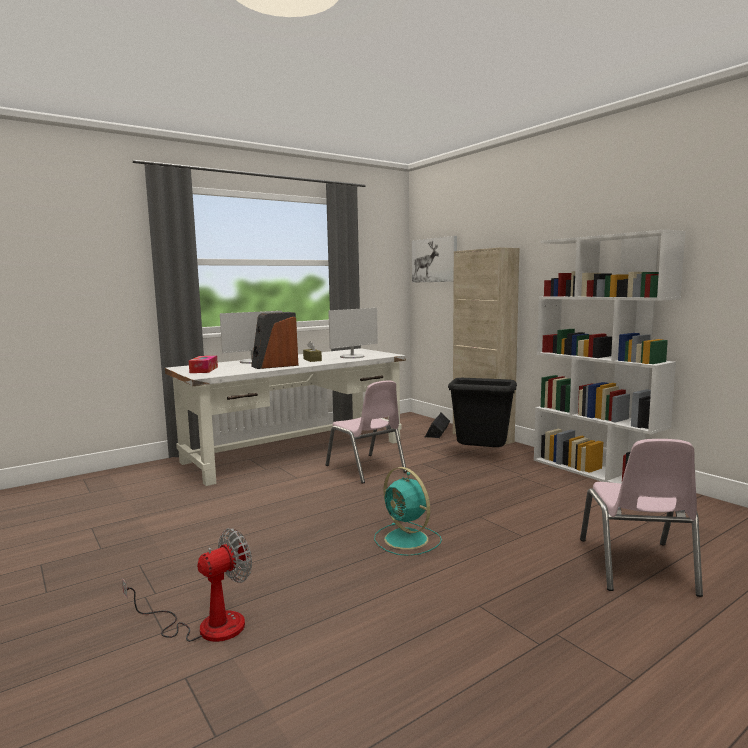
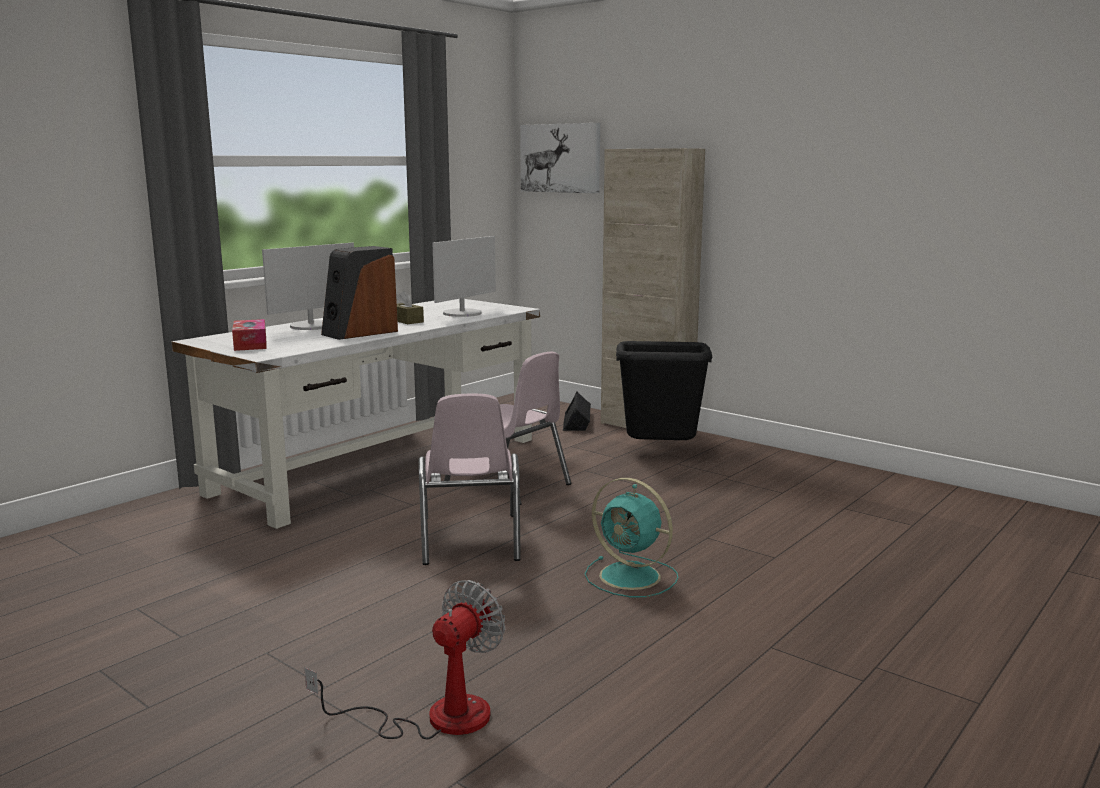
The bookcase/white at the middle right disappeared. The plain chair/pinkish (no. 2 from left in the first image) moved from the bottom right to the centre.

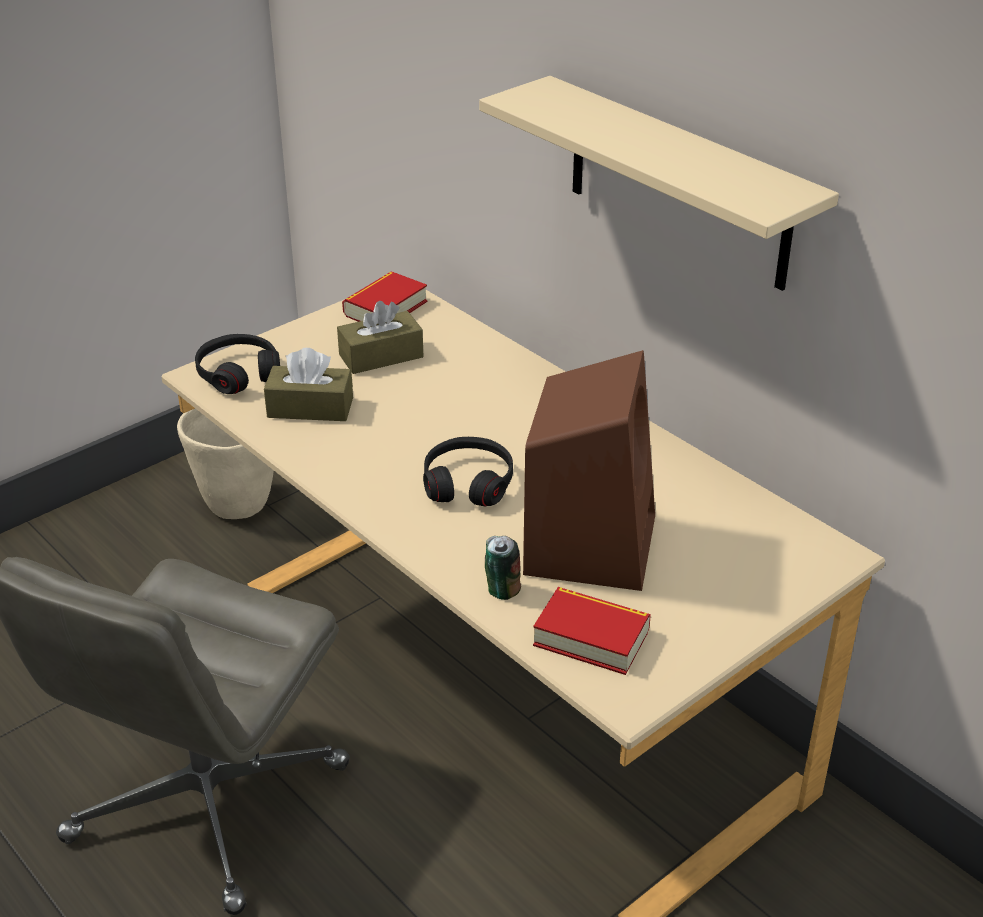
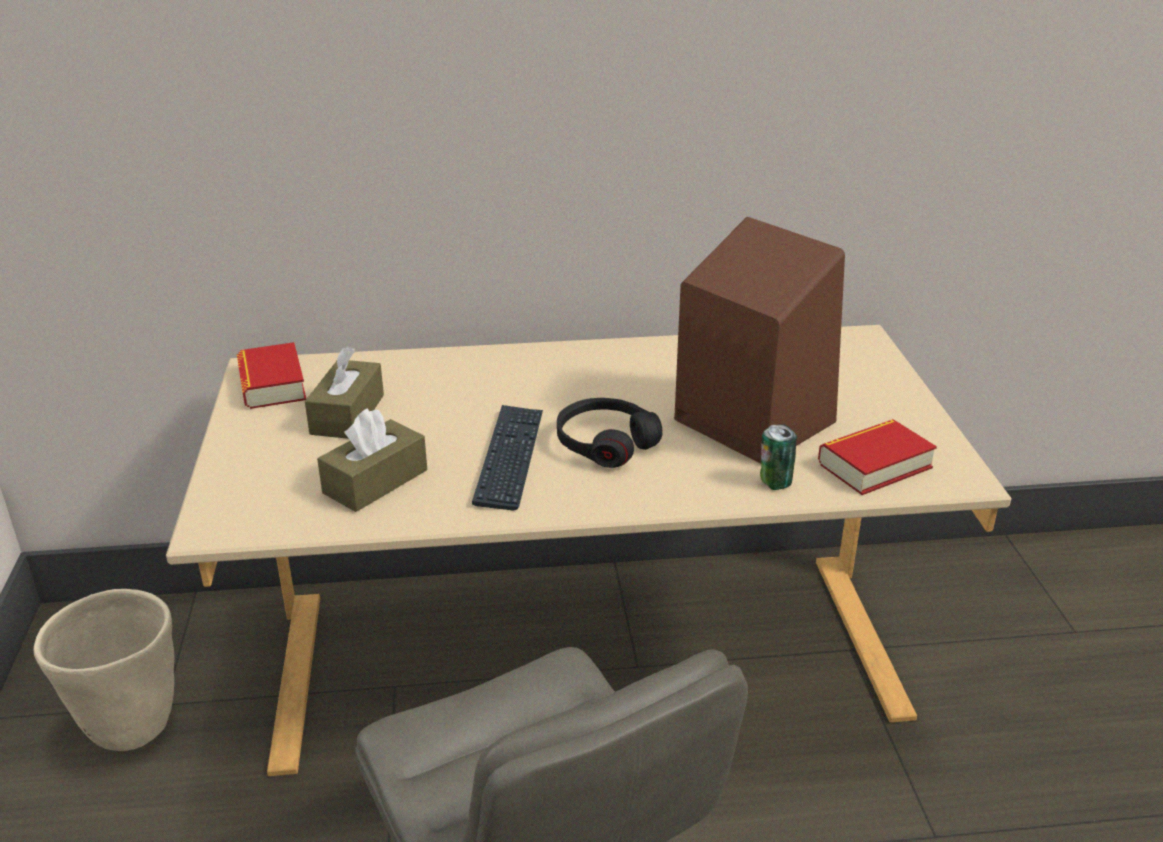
The pair of headphones/black (no. 1 from left) at the middle left disappeared. The wall shelf/beige-coloured at the top right disappeared. The computer keyboard at the centre appeared.

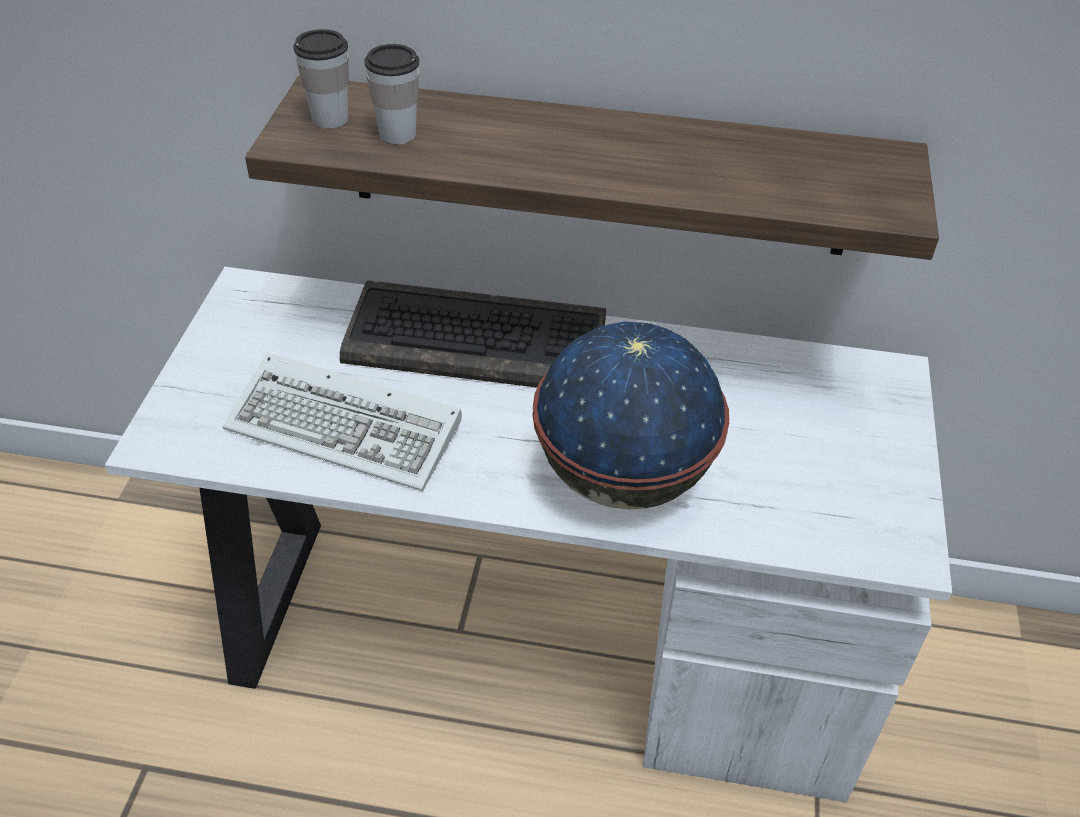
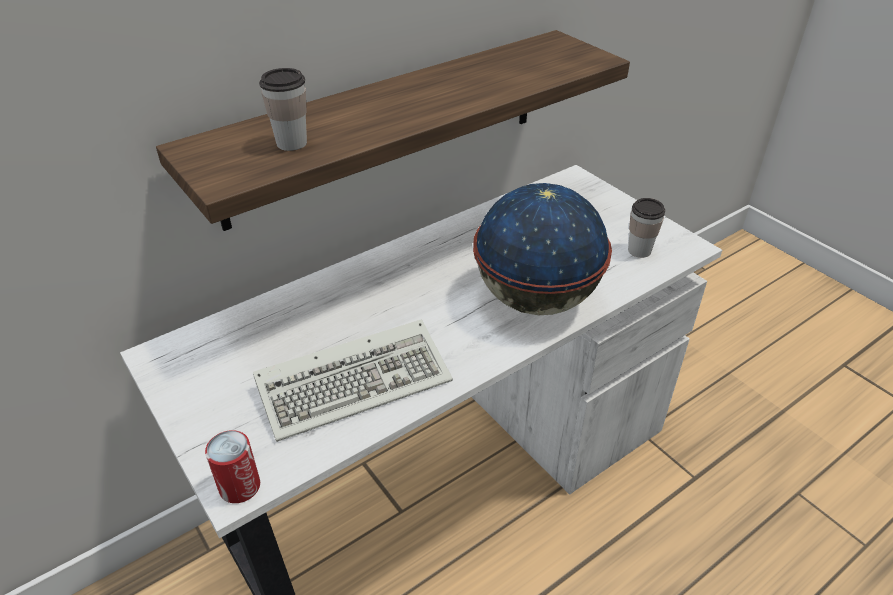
The small cup (no. 1 from left in the first image) moved from the top left to the middle right. The computer keyboard (no. 2 from left) at the centre disappeared. The sealed can at the bottom left appeared.

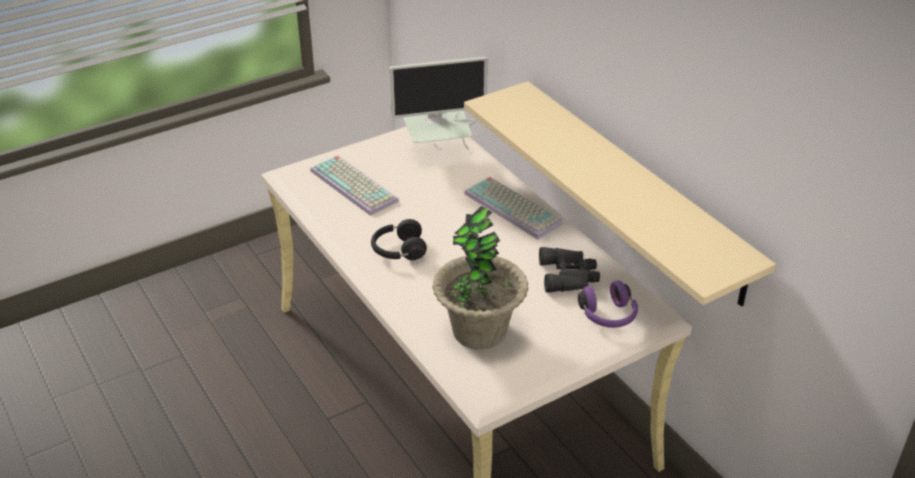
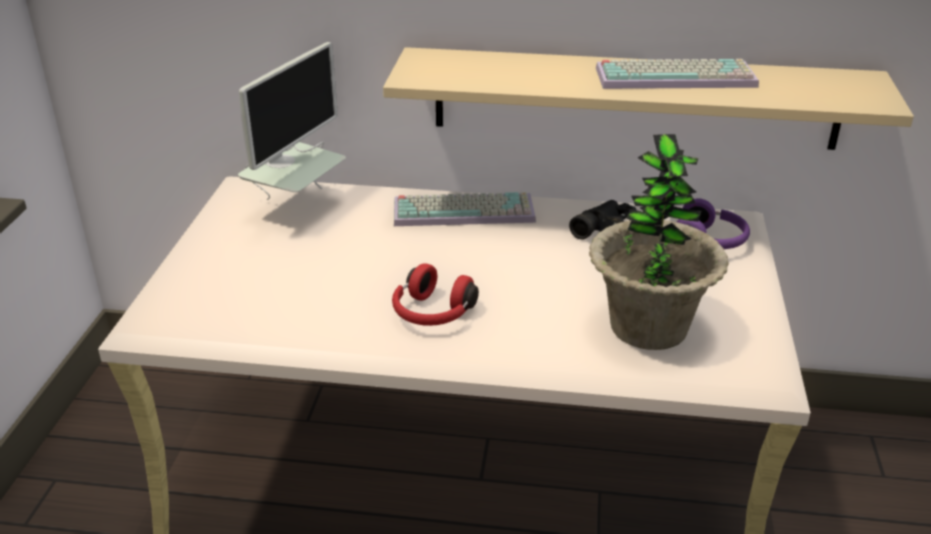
The computer keyboard (no. 1 from left in the first image) moved from the centre to the top right. The pair of headphones/black at the centre became the pair of headphones/red at the centre.

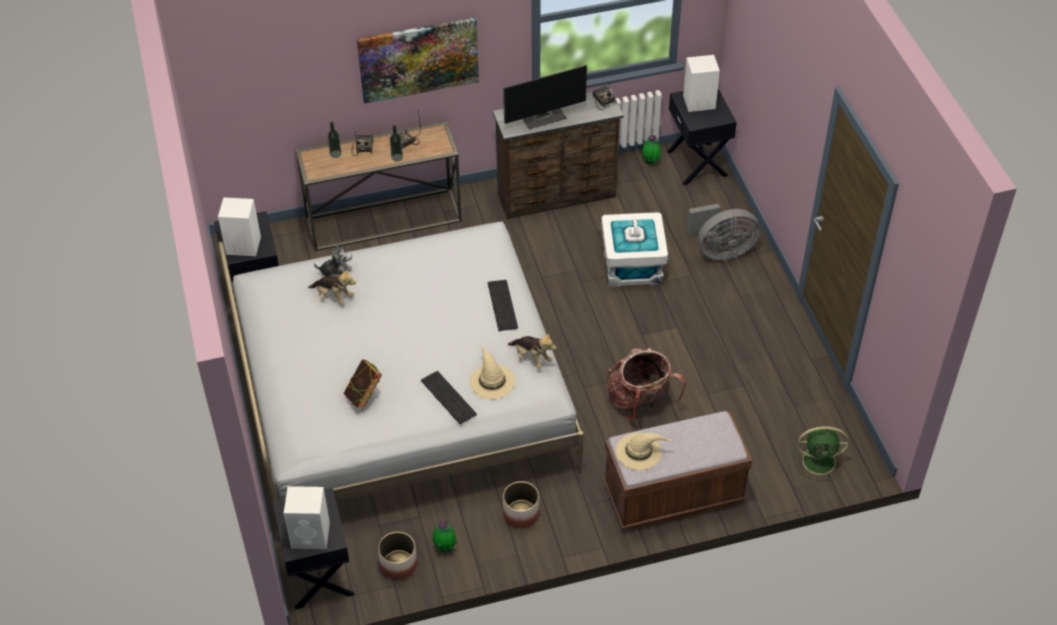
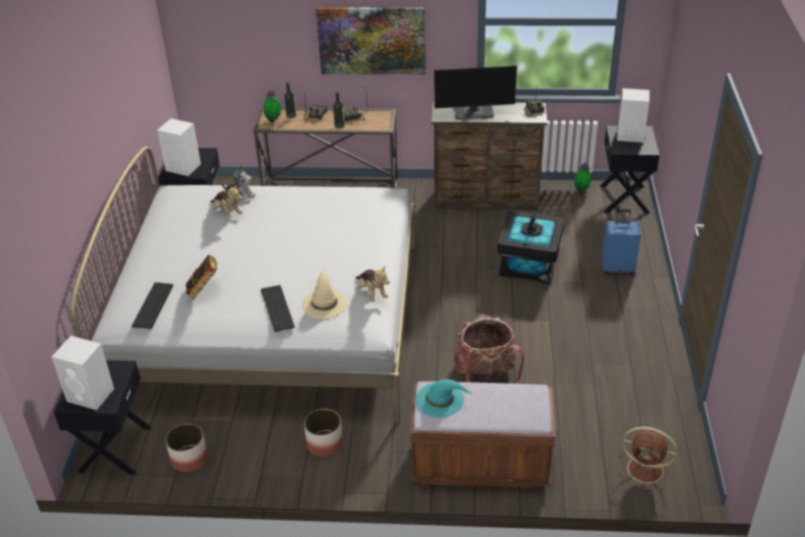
The plant in a pot (no. 1 from left) moved from the bottom centre to the top centre. The computer keyboard (no. 2 from left in the first image) moved from the centre to the middle left. The storage container/white at the centre became the storage container/black at the centre. The wearable hat/beige-coloured (no. 2 from left) at the bottom centre became the wearable hat/turquoise-coloured at the bottom centre. The cooling fan/gray at the middle right was replaced by the piece of luggage/blue-coloured at the middle right. The cooling fan/green at the bottom right became the cooling fan/brownish at the bottom right.

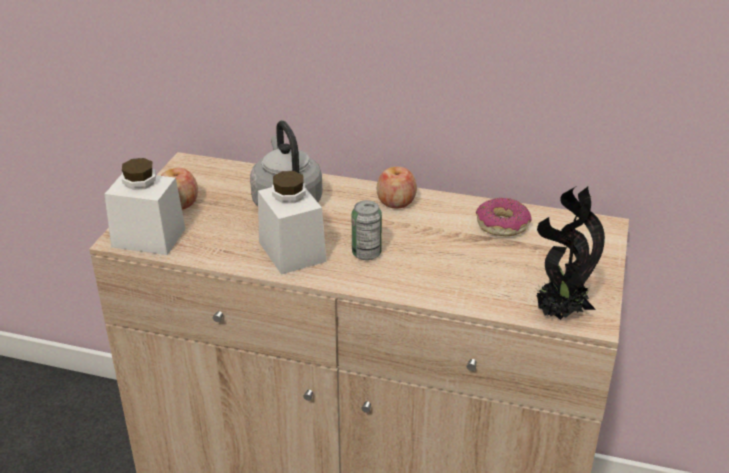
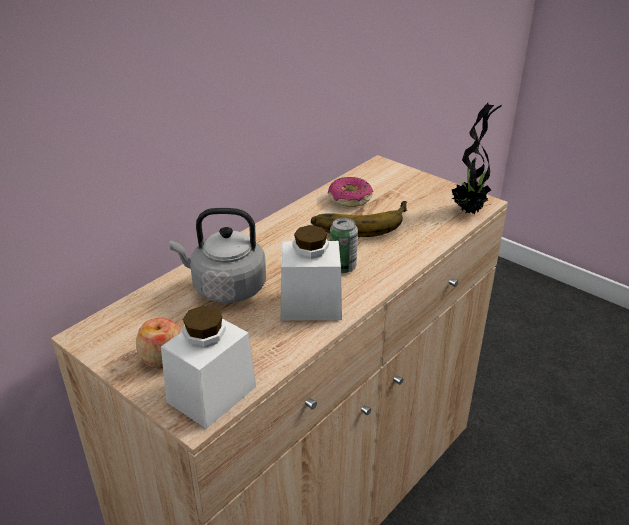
The apple fruit (no. 2 from left) at the centre disappeared. The banana at the centre appeared.

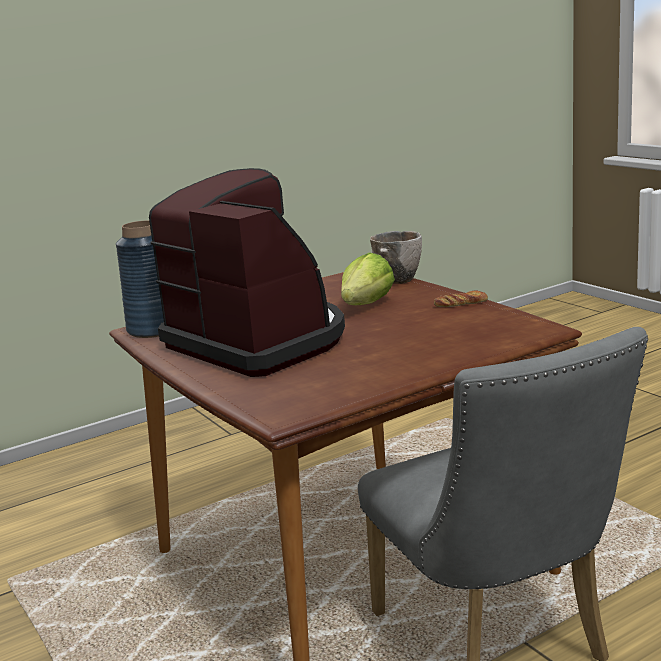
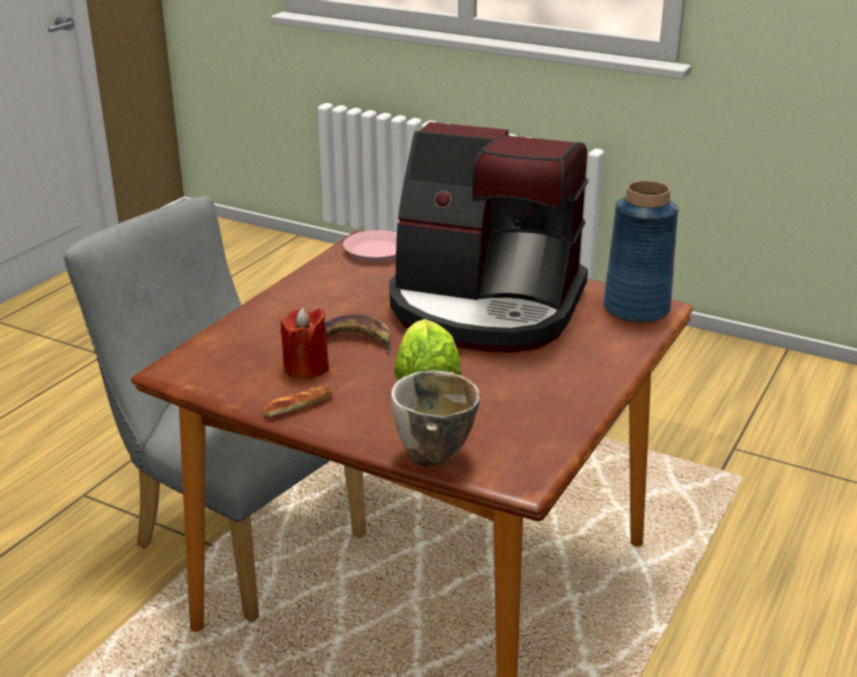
The candle/red at the centre appeared. The banana at the centre appeared. The flat dish/pinkish at the centre appeared.

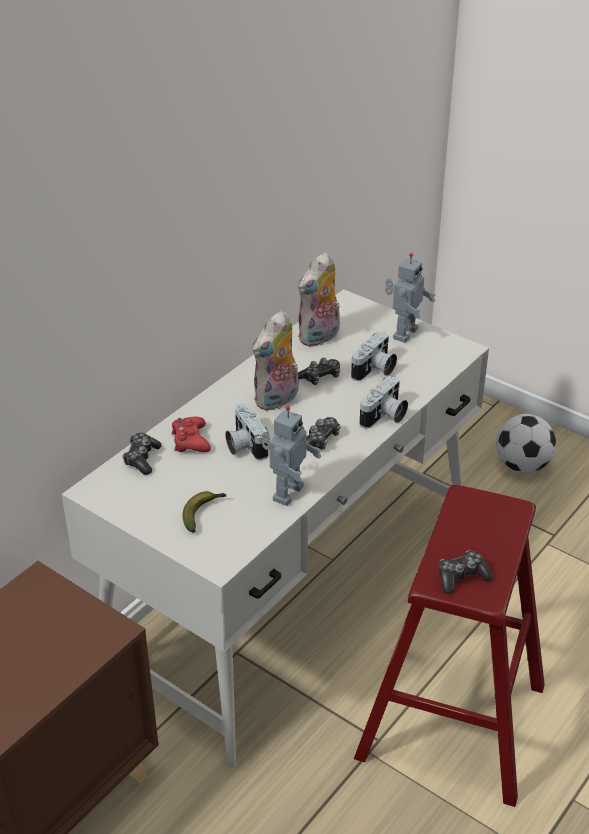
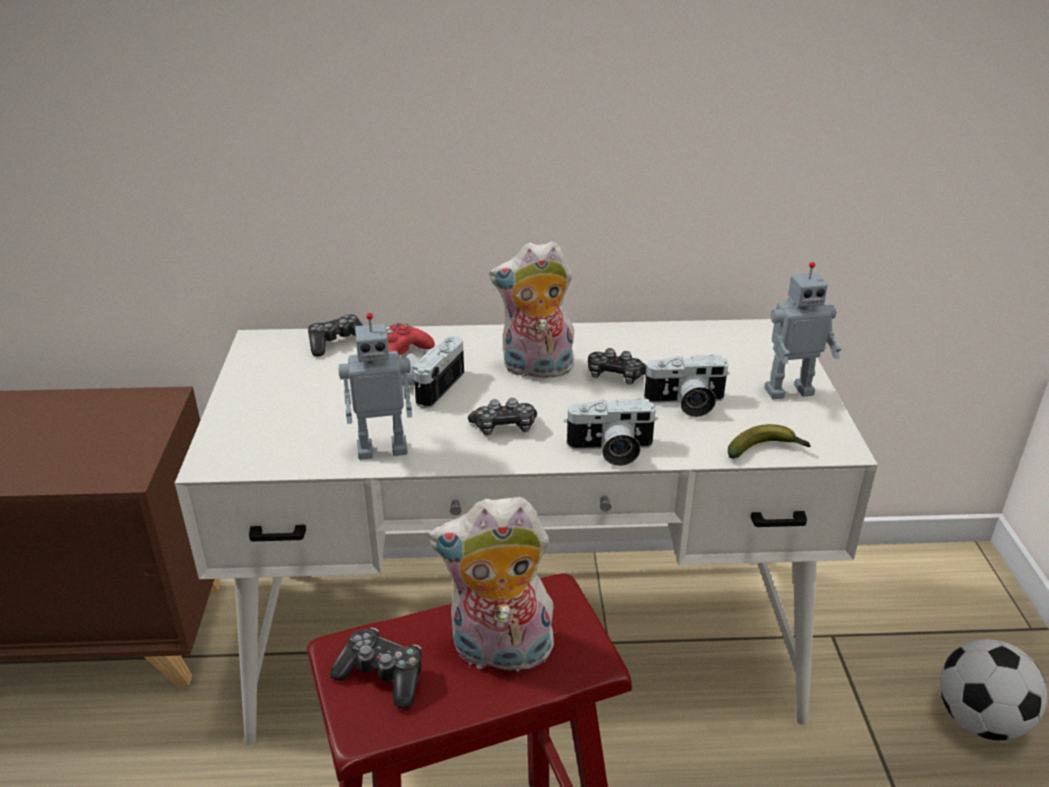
The banana moved from the centre to the middle right. The cuddly toy (no. 2 from left in the first image) moved from the centre to the bottom centre.

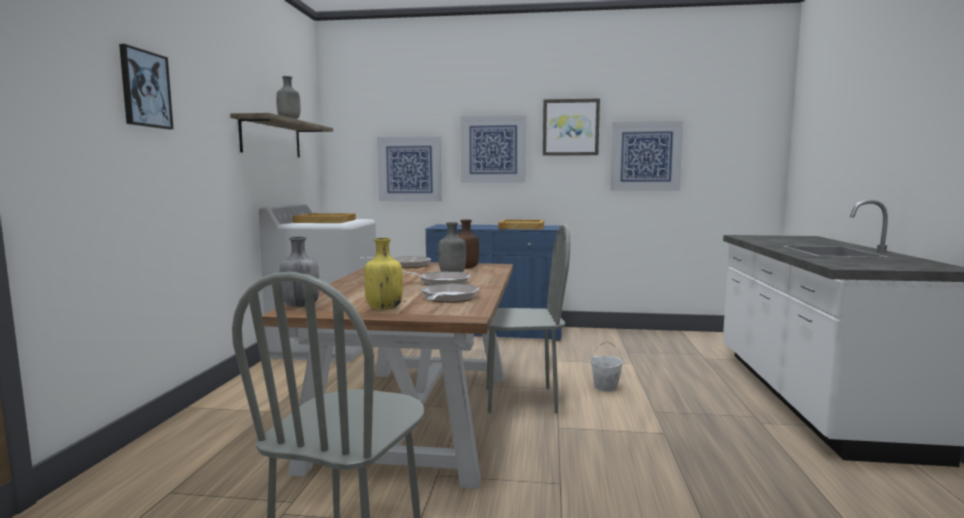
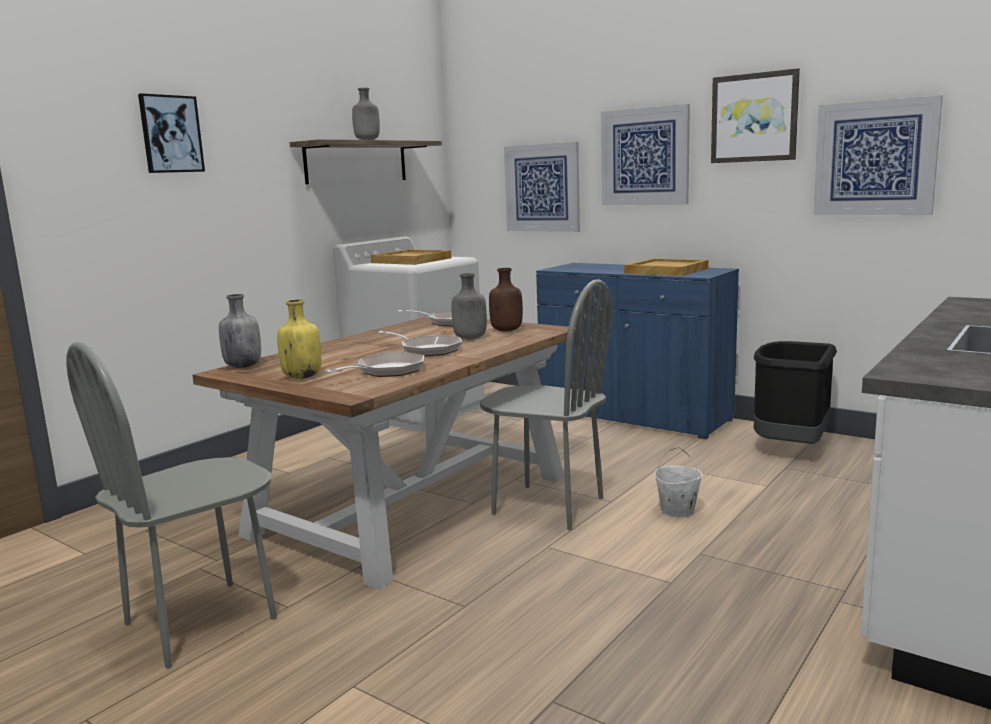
The rubbish bin/black at the middle right appeared.

